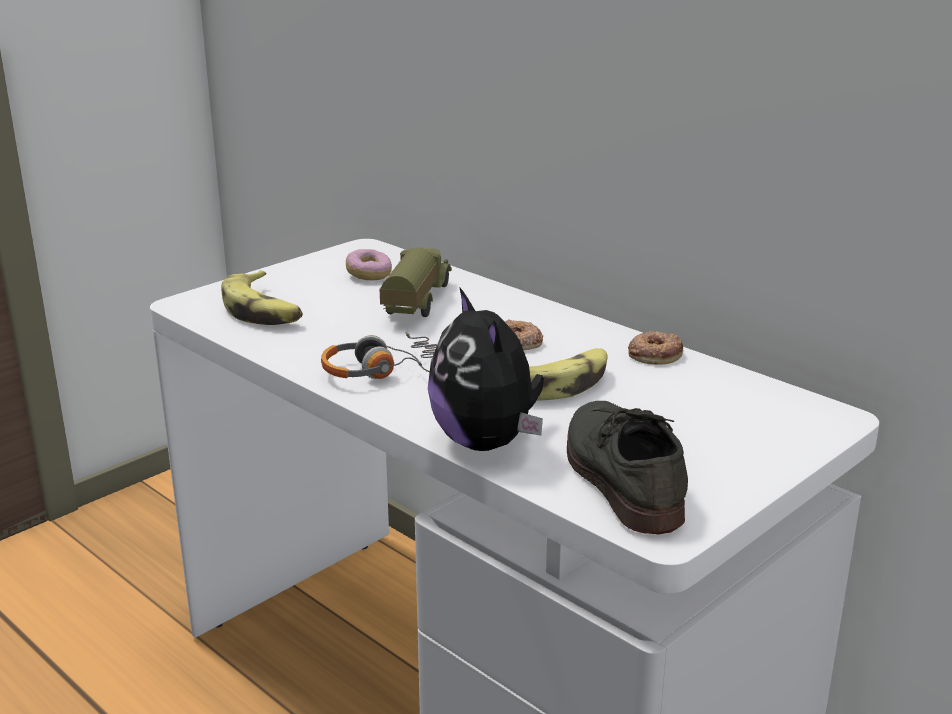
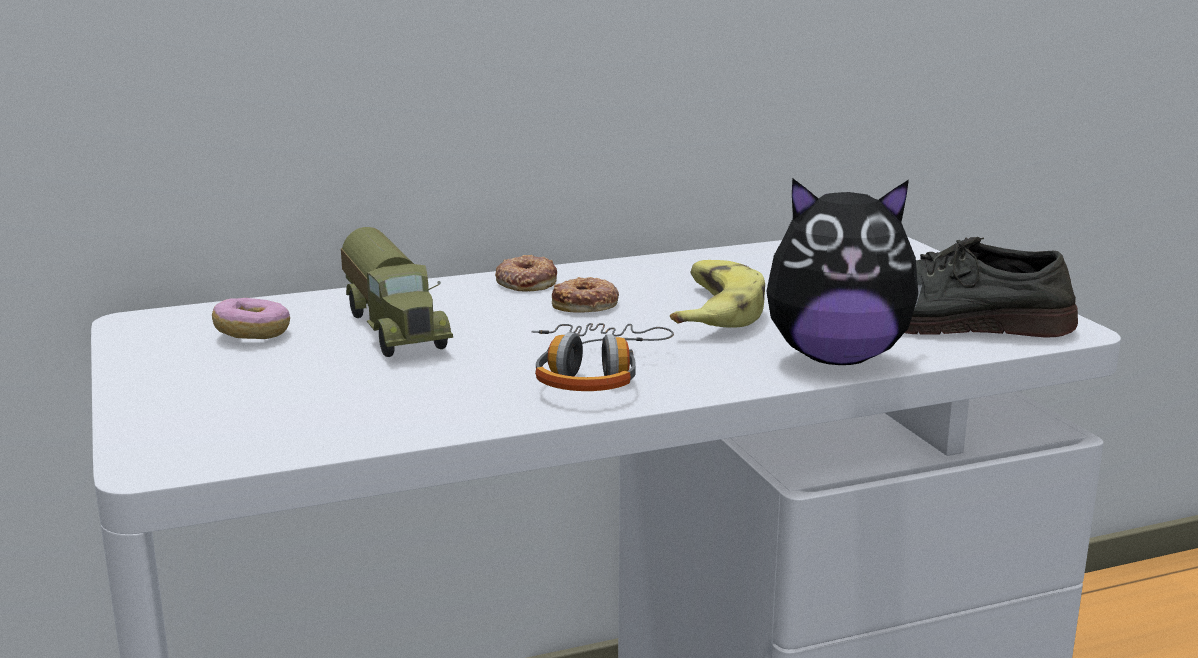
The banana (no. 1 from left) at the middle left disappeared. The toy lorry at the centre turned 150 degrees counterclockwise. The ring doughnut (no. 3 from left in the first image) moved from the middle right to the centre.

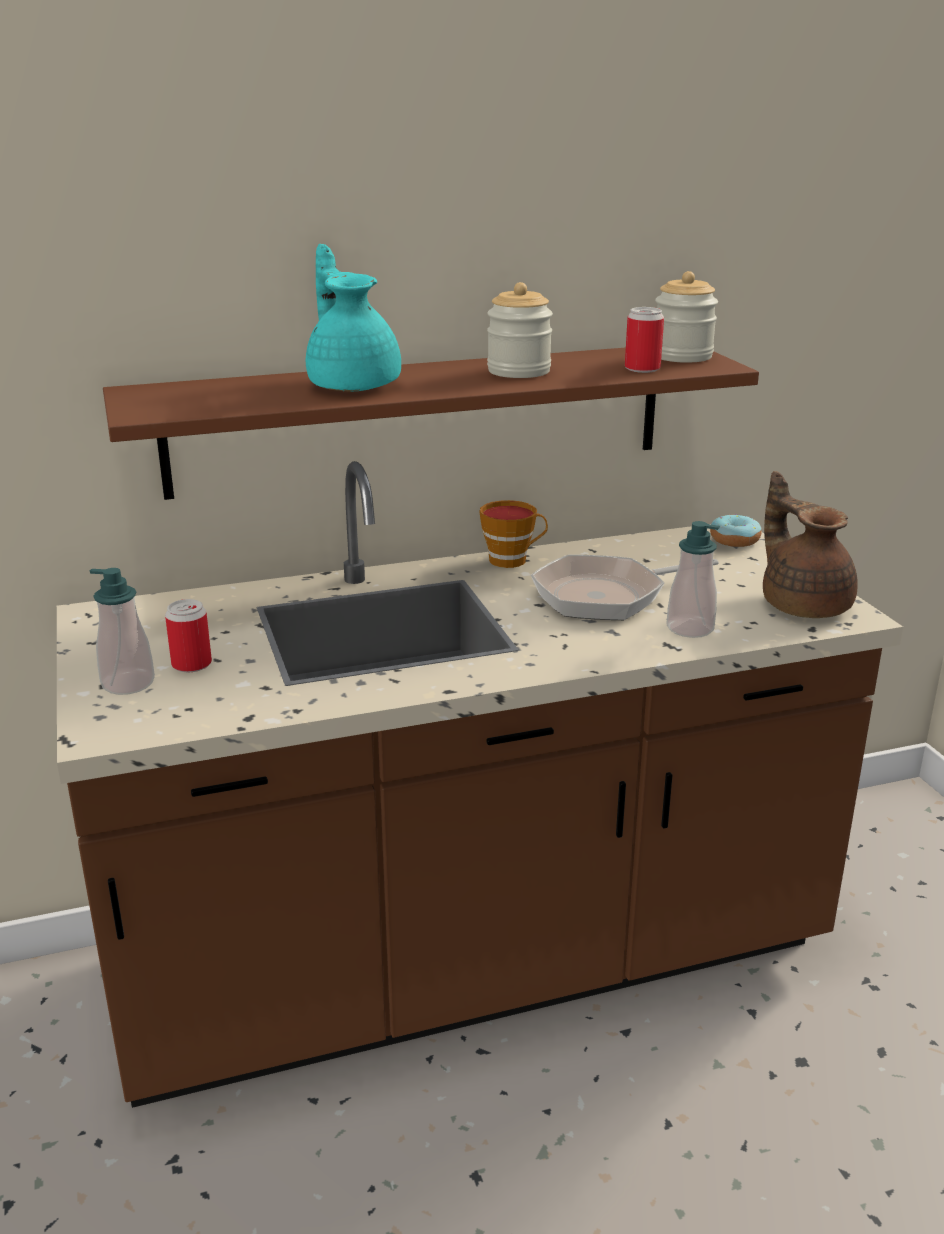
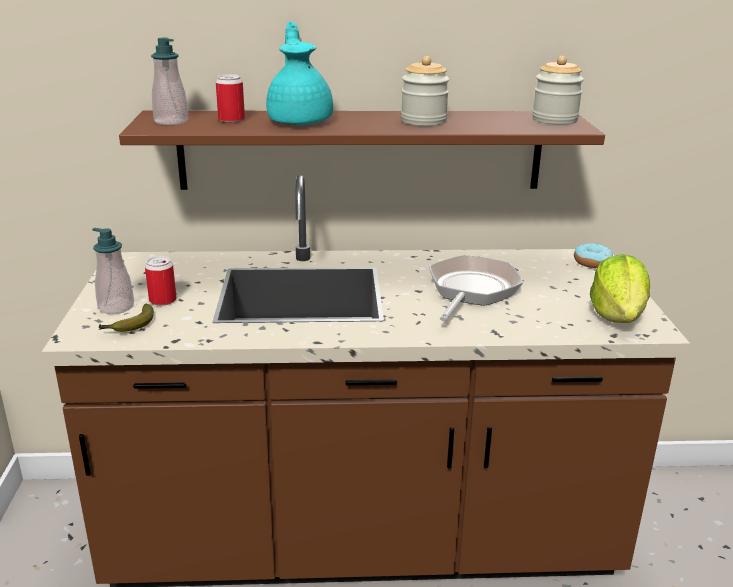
The small cup at the centre disappeared. The frying pan at the centre turned 120 degrees clockwise. The sealed can (no. 2 from left) moved from the top right to the top left. The soap dispenser (no. 2 from left) moved from the middle right to the top left. The tea pot/brownish at the middle right was replaced by the lettuce head at the middle right. The banana at the middle left appeared.

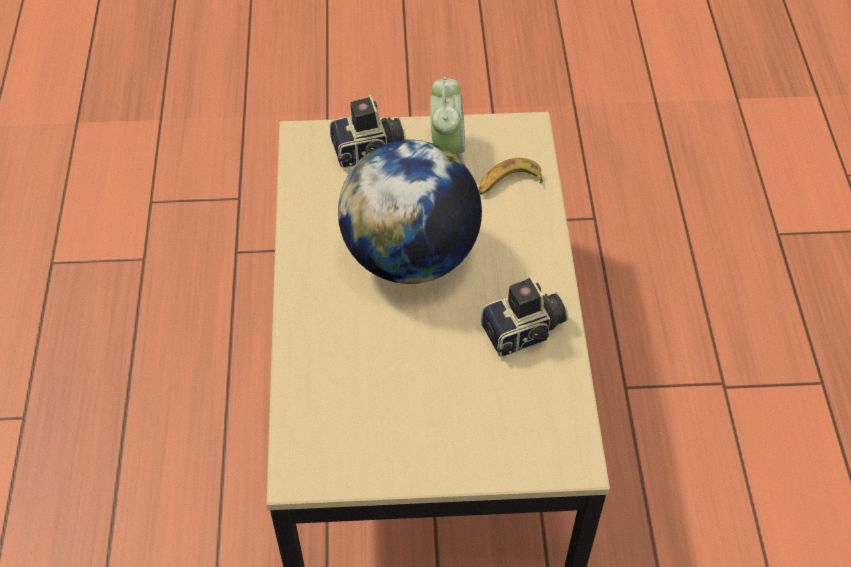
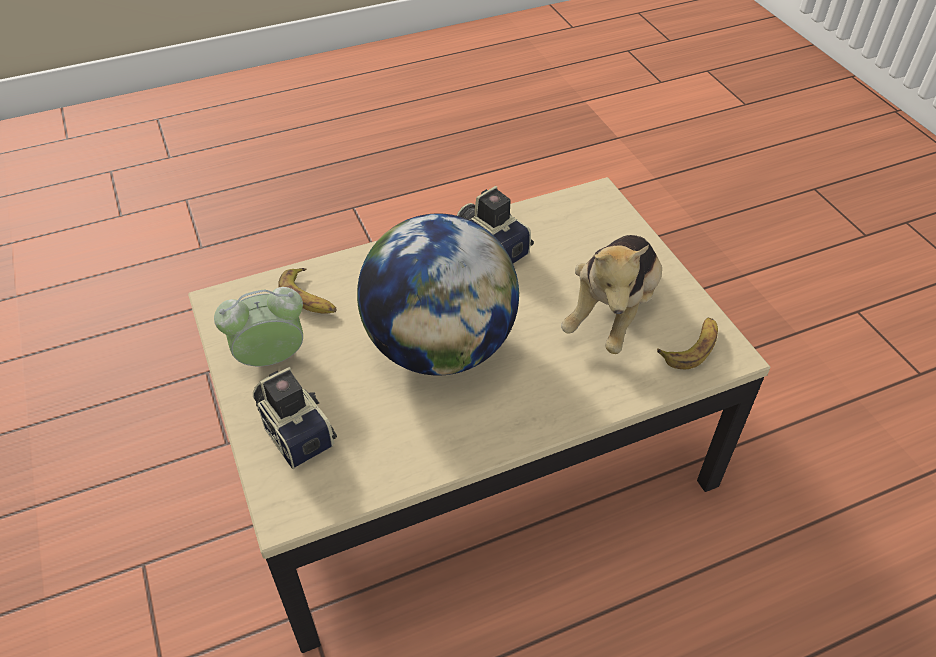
The cuddly toy at the centre appeared. The banana (no. 2 from left) at the middle right appeared.

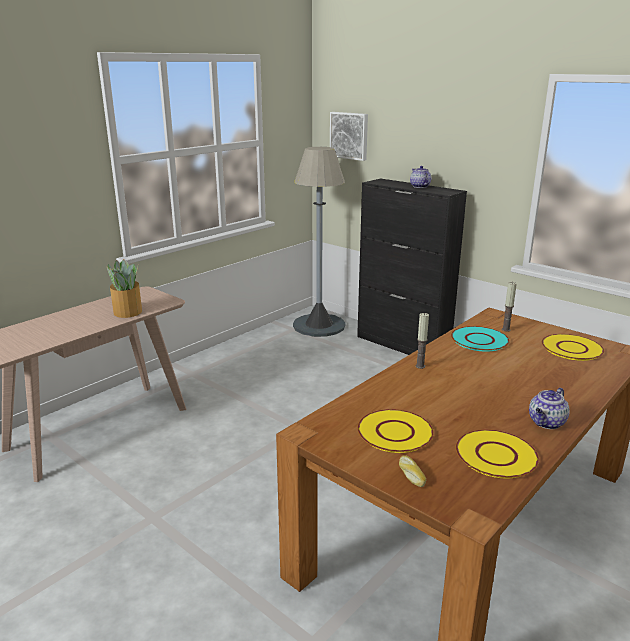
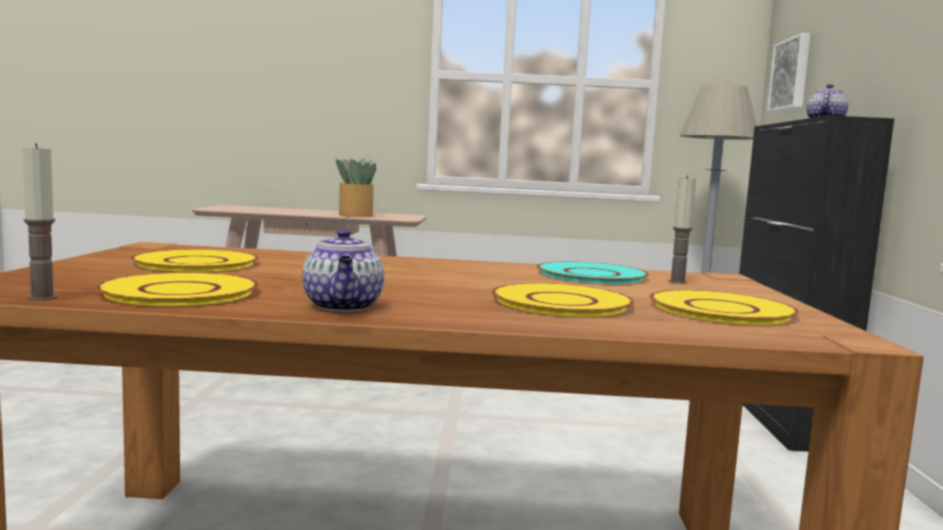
The bakery bread at the bottom centre disappeared. The candle (no. 1 from left) moved from the middle right to the middle left. The tea pot (no. 2 from left in the first image) at the middle right turned 105 degrees counterclockwise. The flat dish/yellow-coloured (no. 3 from left) at the centre appeared.

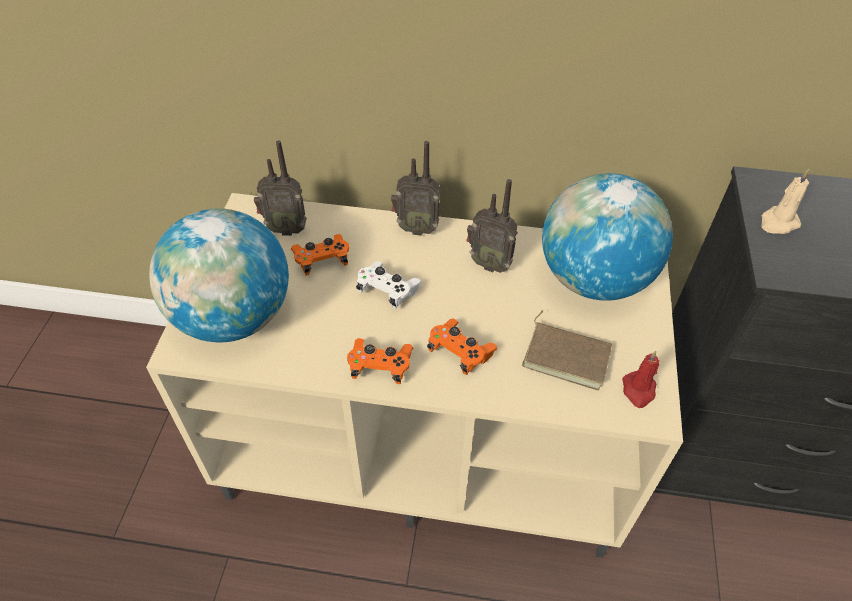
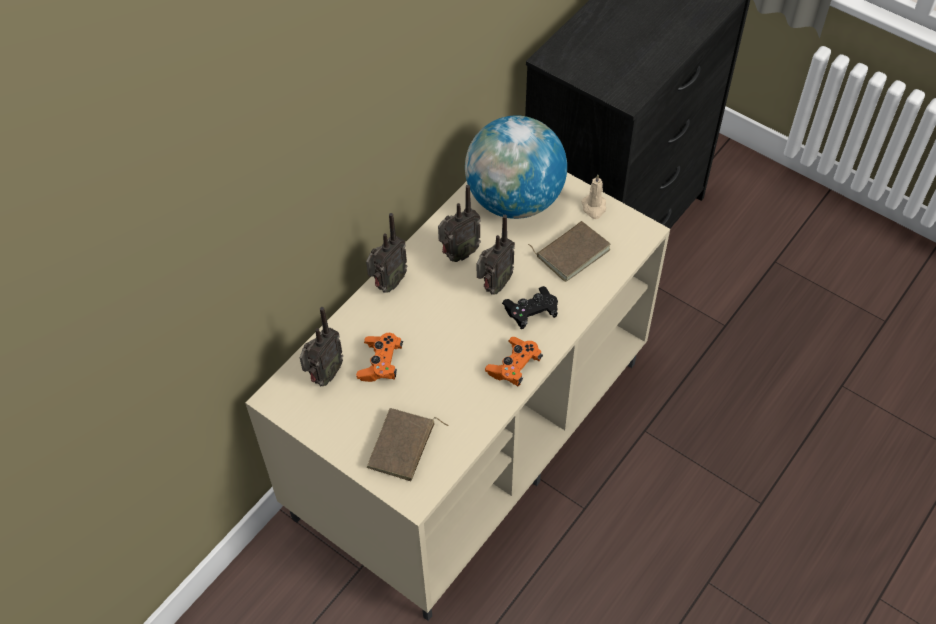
The world globe (no. 1 from left) at the middle left was replaced by the bound book/brownish (no. 1 from left) at the bottom centre. The joypad/white at the centre disappeared. The joypad/orange-coloured (no. 3 from left) at the centre became the joypad/black at the centre. The candle/red at the middle right disappeared. The candle/beige-coloured moved from the middle right to the top centre. The radio set (no. 4 from left) at the centre appeared.

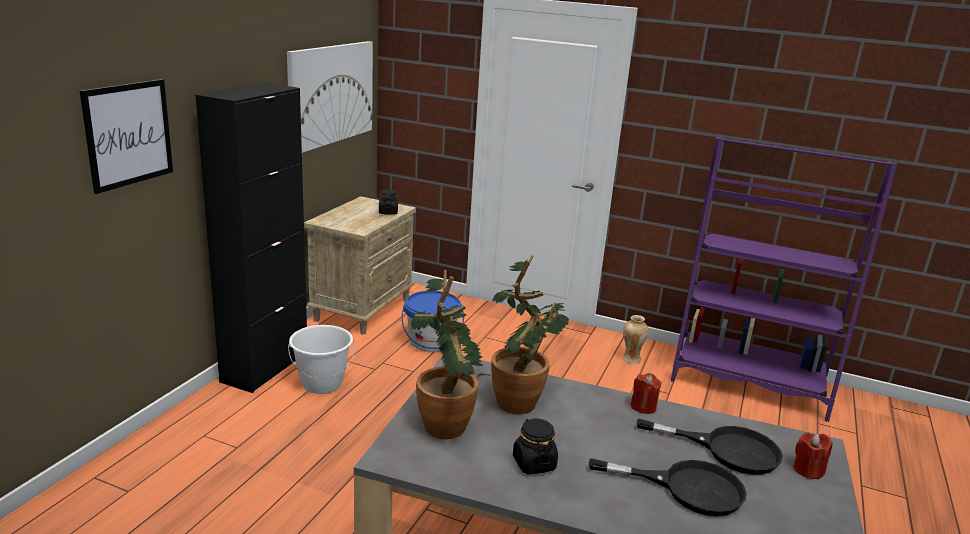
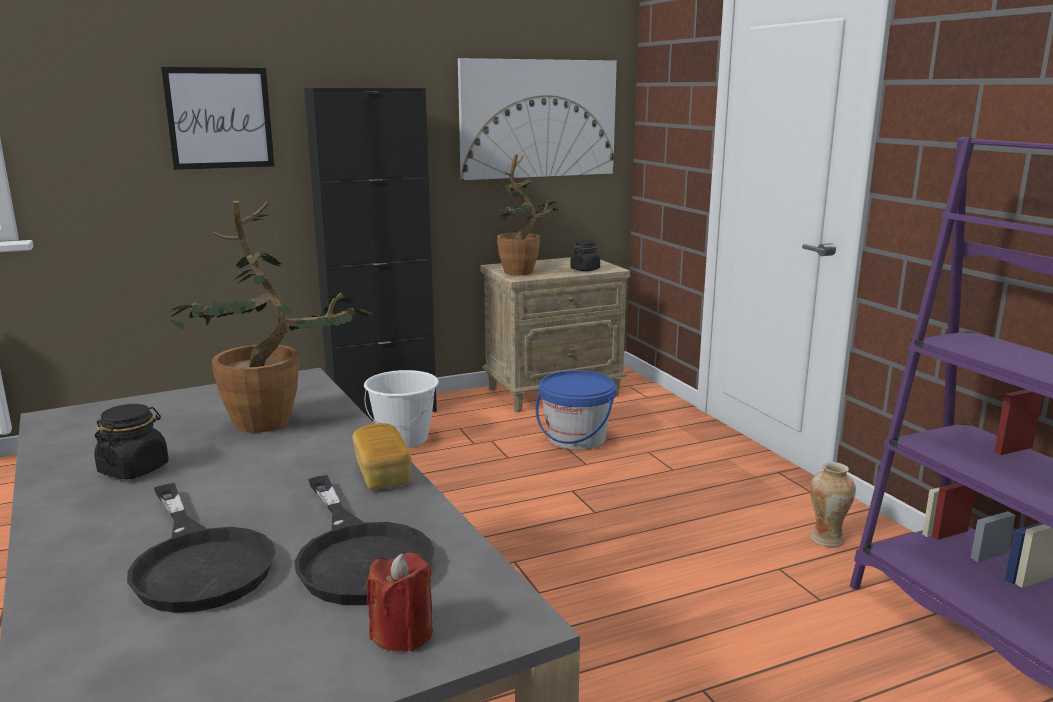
The plant in a pot (no. 1 from left in the first image) moved from the centre to the top centre. The candle/red (no. 1 from left) at the bottom centre was replaced by the bakery bread at the centre.

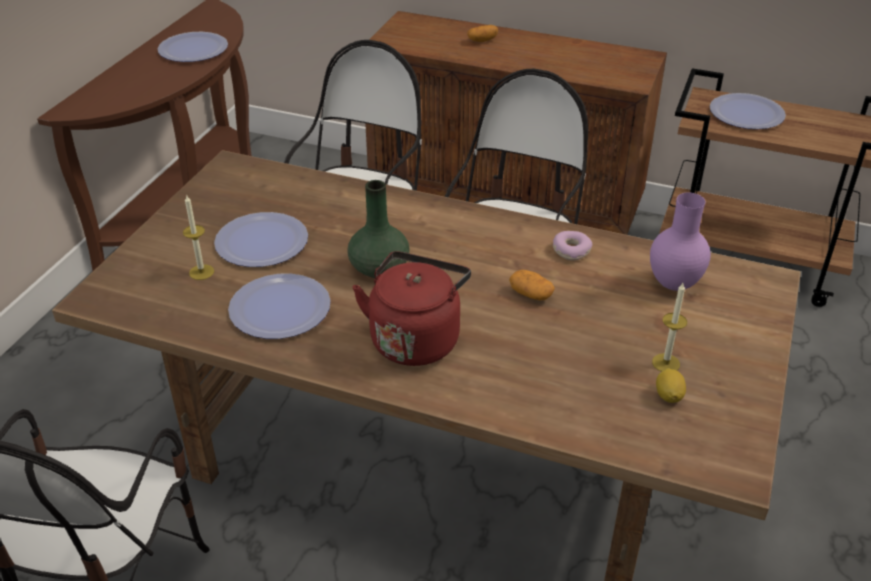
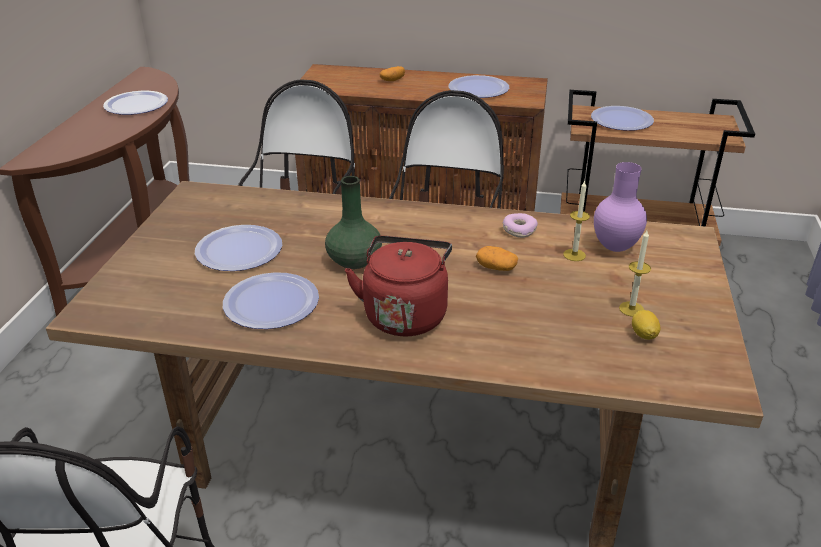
The candle (no. 1 from left) moved from the middle left to the middle right. The flat dish (no. 4 from left) at the top centre appeared.

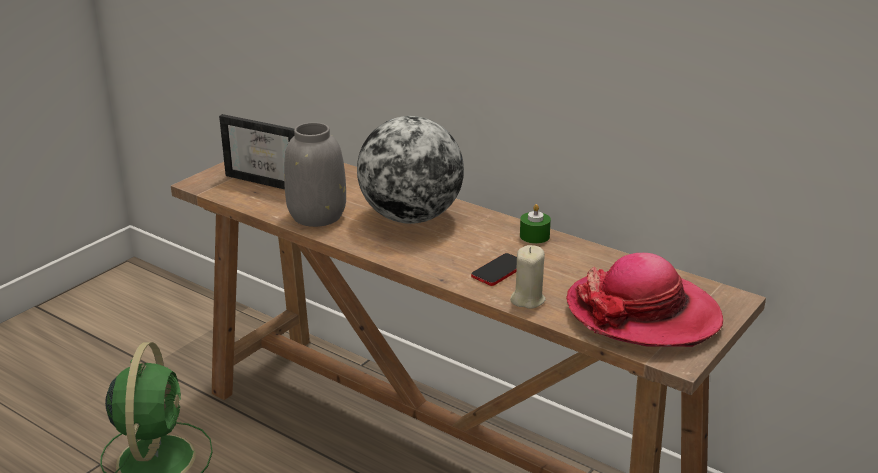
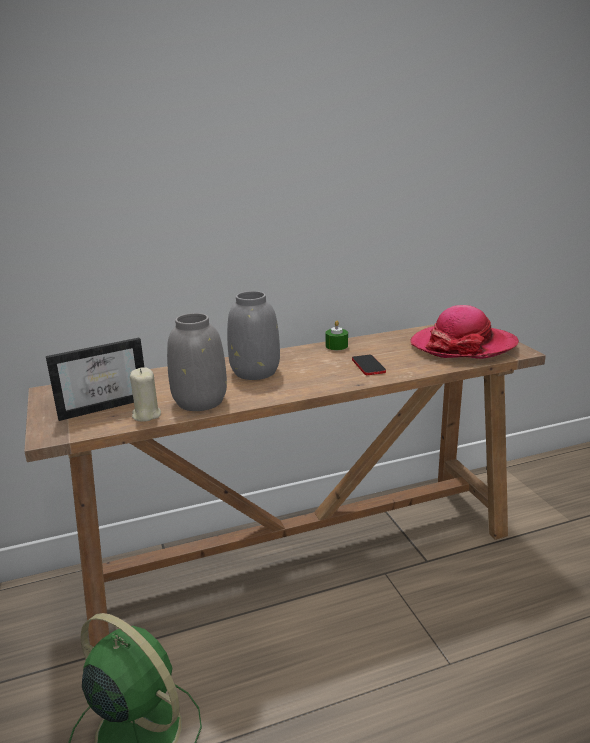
The world globe at the centre was replaced by the flower vase/gray (no. 2 from left) at the centre. The candle/beige-coloured moved from the centre to the middle left.

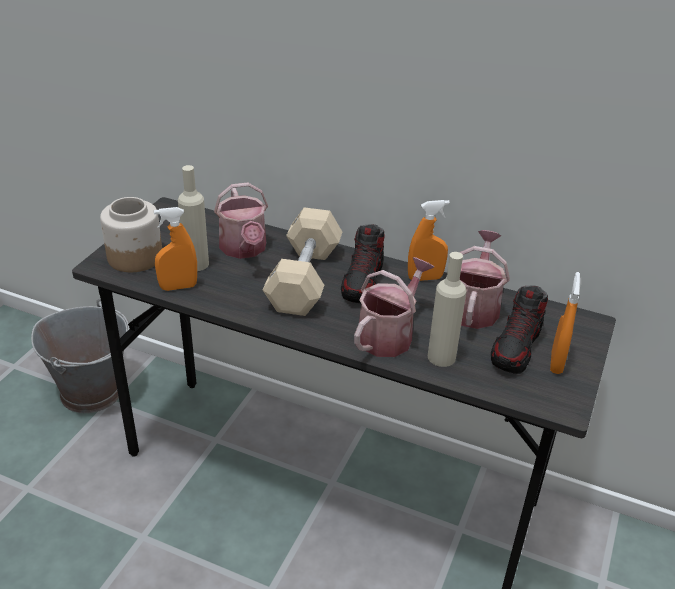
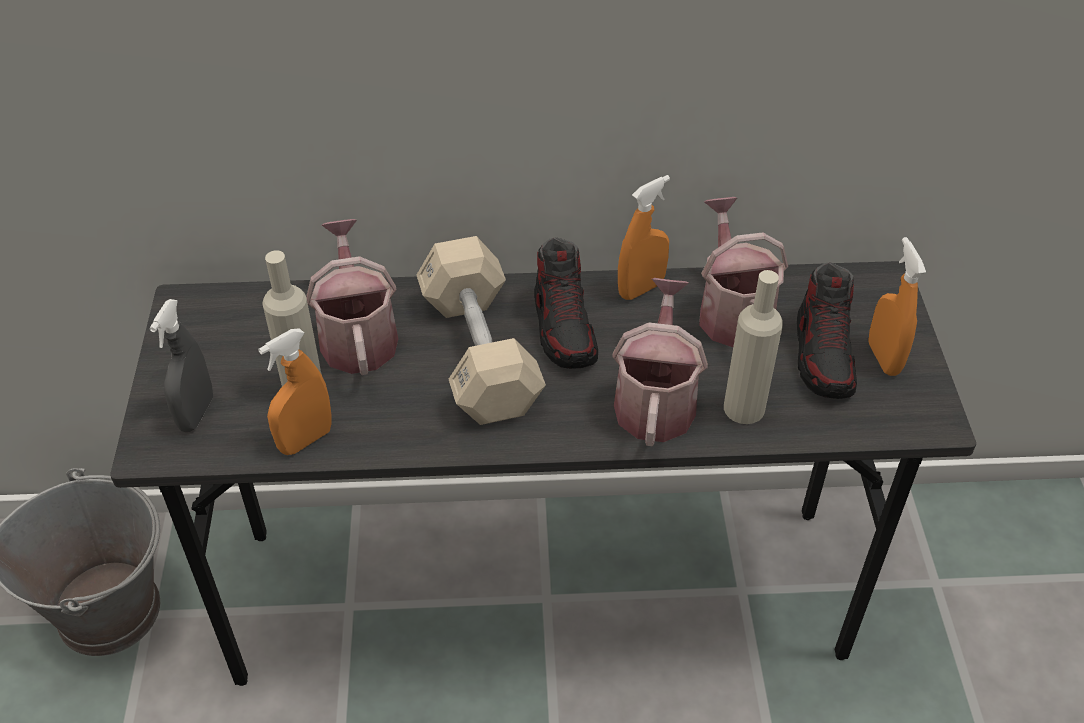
The storage jar at the middle left was replaced by the spray bottle/gray at the middle left. The sprinkling can (no. 1 from left) at the centre turned 150 degrees counterclockwise.

